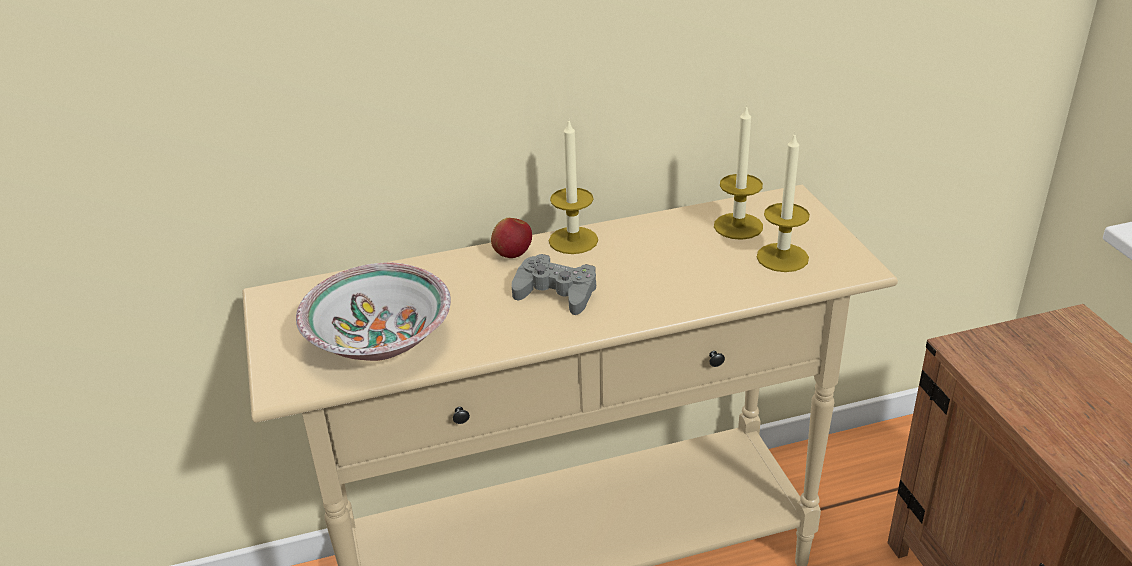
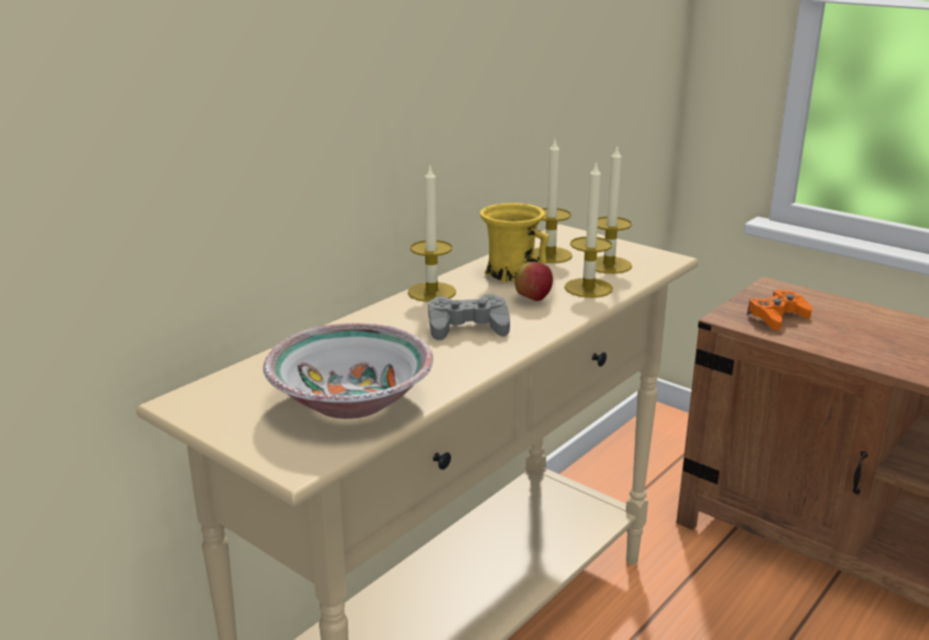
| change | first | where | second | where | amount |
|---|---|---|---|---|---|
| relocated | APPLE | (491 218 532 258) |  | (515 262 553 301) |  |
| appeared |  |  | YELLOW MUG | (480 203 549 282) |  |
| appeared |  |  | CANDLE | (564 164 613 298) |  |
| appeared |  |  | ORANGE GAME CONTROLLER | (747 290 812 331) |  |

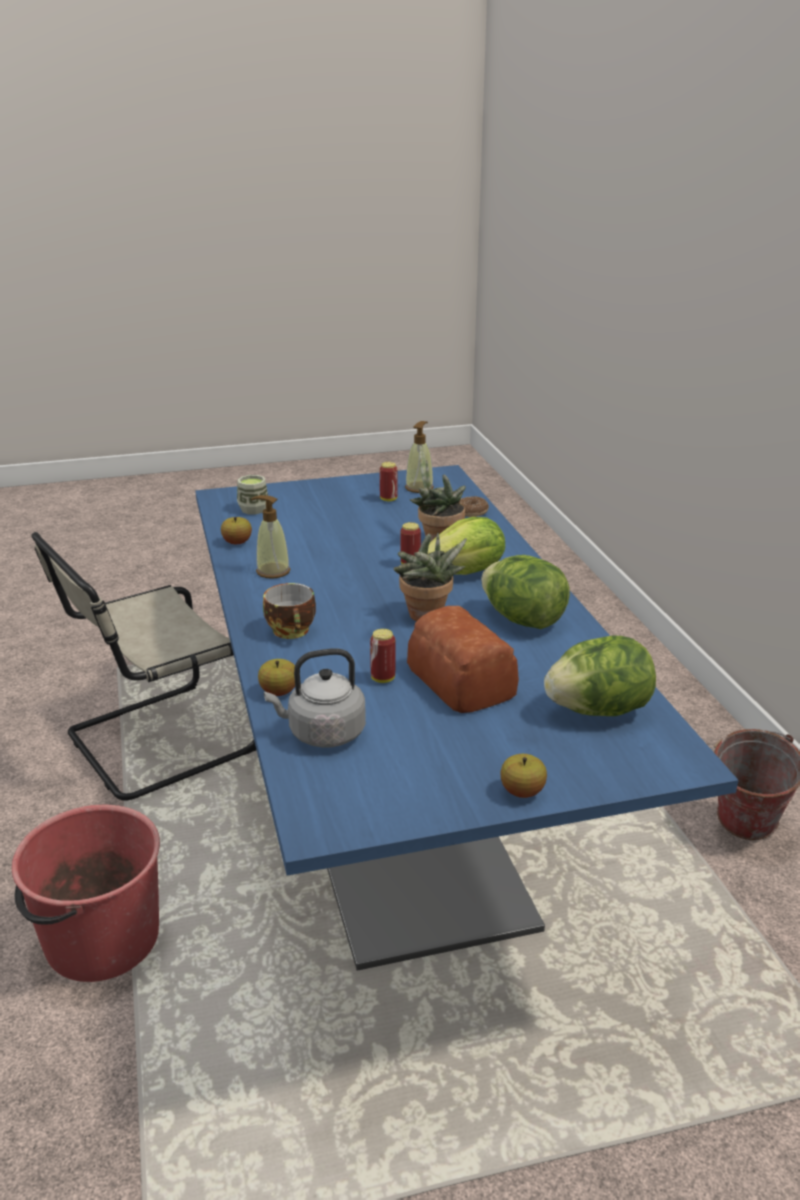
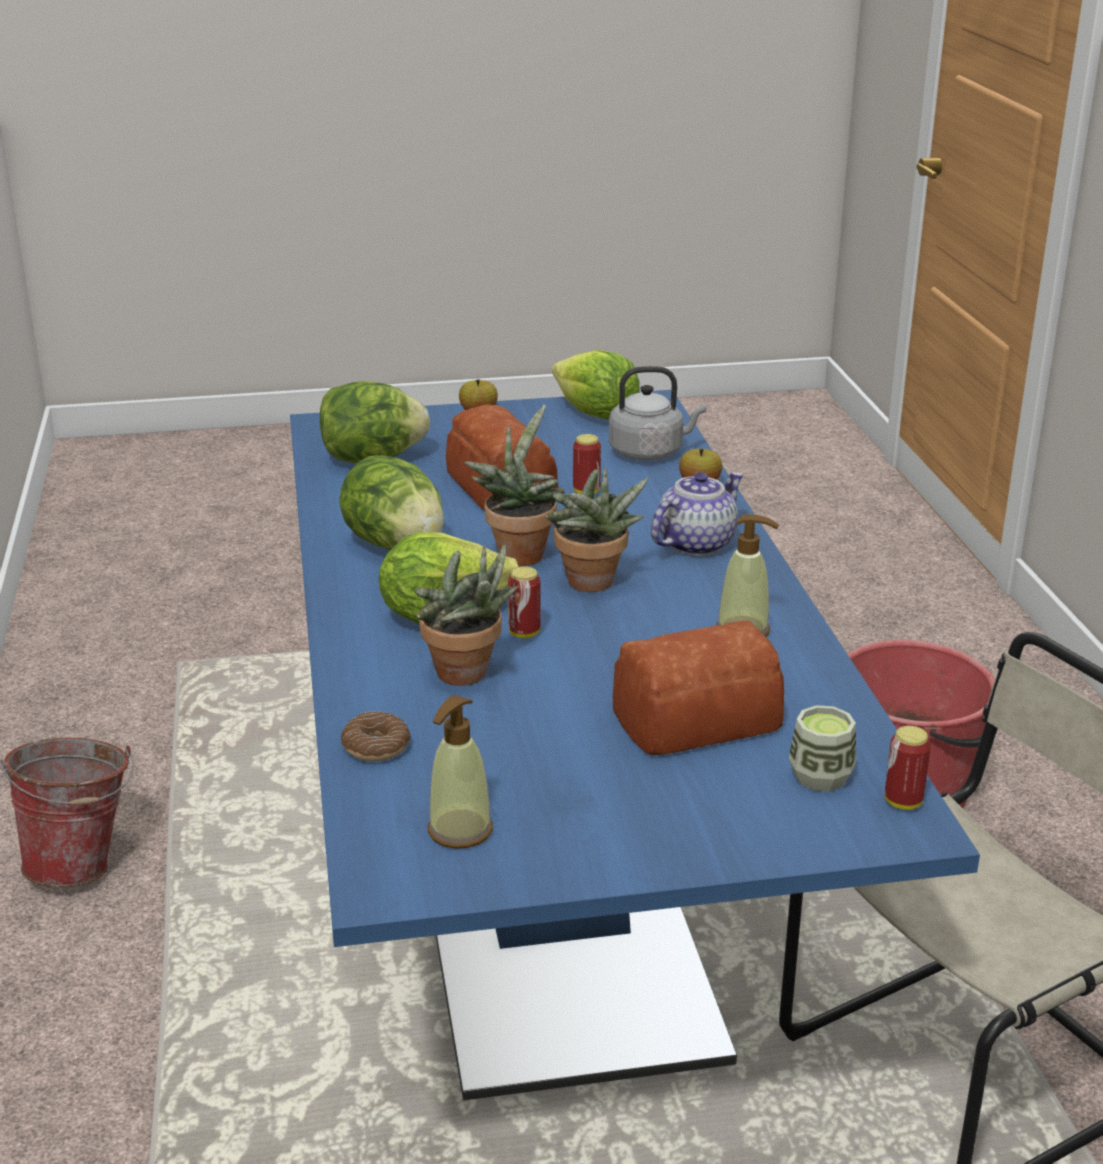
| change | first | where | second | where | amount |
|---|---|---|---|---|---|
| missing | APPLE | (221 517 252 544) |  |  |  |
| exchanged | CUP | (263 583 316 639) | TEAPOT | (651 472 744 556) |  |
| relocated | CAN | (380 462 398 502) |  | (885 726 931 810) |  |
| appeared |  |  | POTTED PLANT | (546 467 648 592) |  |
| appeared |  |  | LETTUCE | (552 350 640 419) |  |
| appeared |  |  | BREAD | (613 620 784 755) |  |

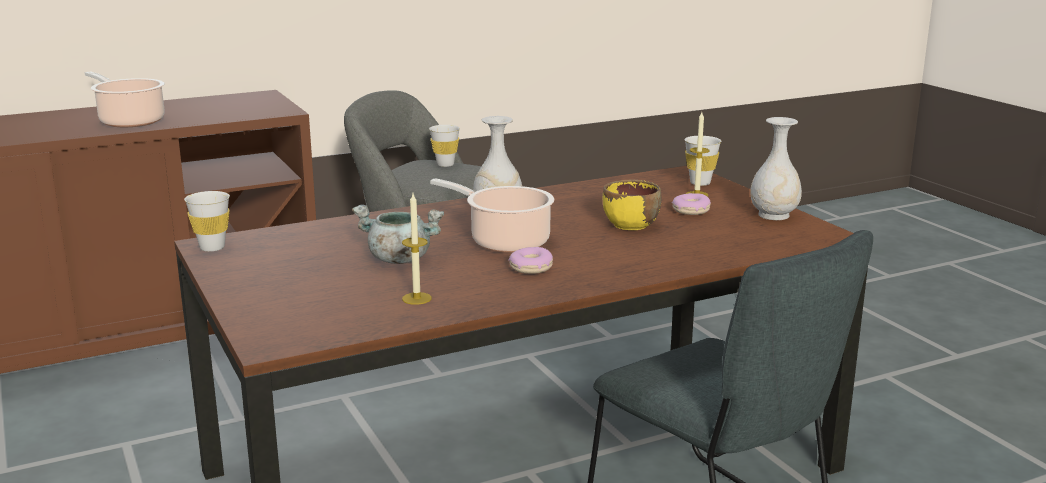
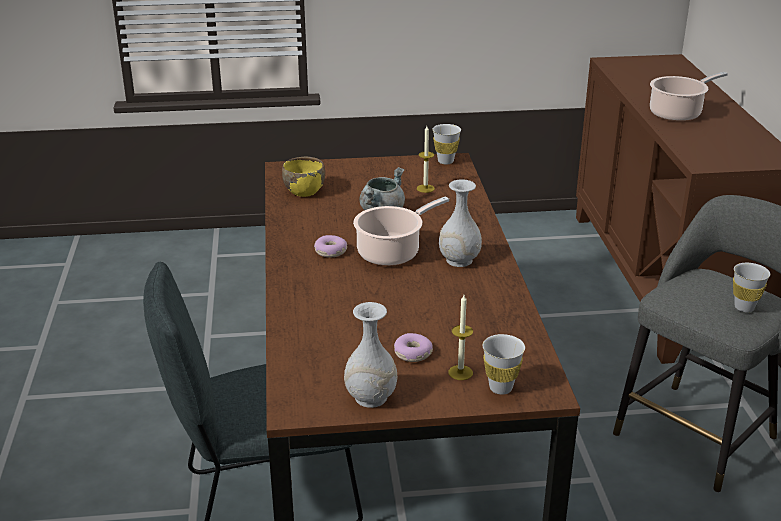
| change | first | where | second | where | amount |
|---|---|---|---|---|---|
| relocated | CANDLE | (402 194 432 305) |  | (417 126 435 193) |  |
| relocated | YELLOW BOWL | (603 179 661 230) |  | (282 156 325 197) |  |

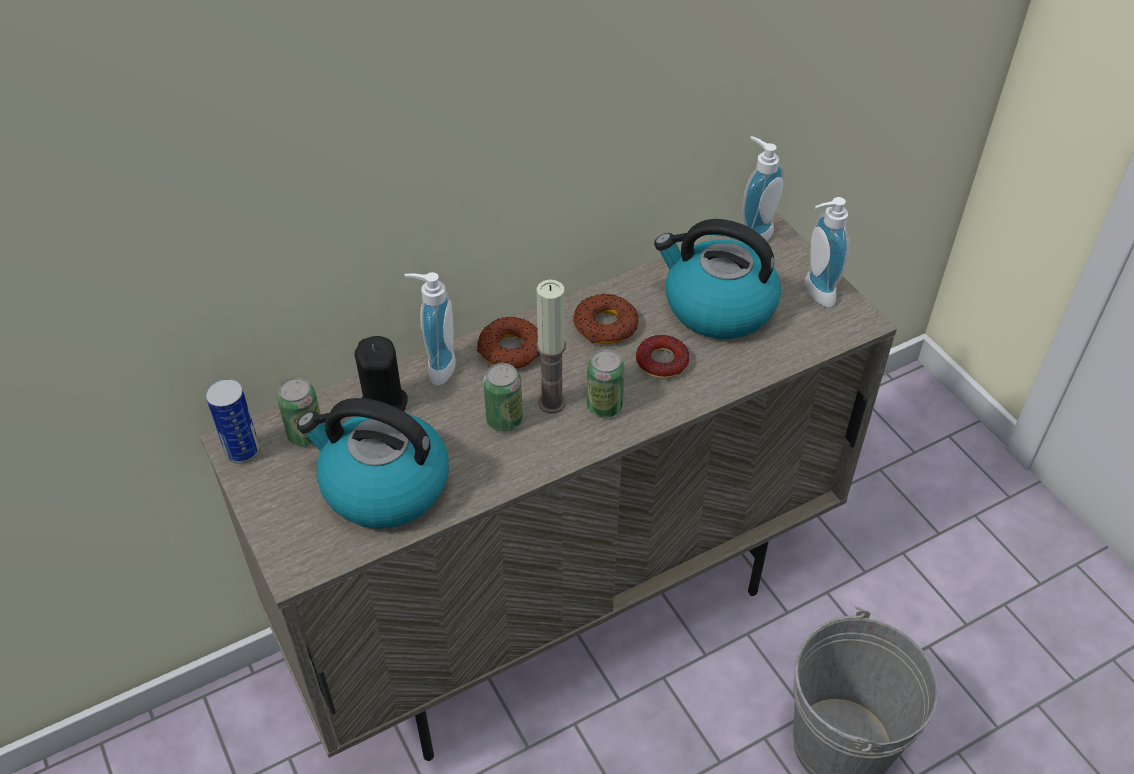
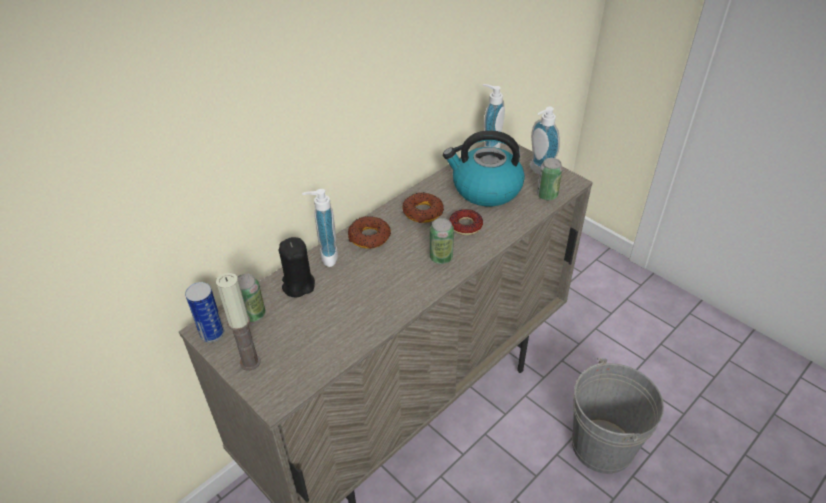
| change | first | where | second | where | amount |
|---|---|---|---|---|---|
| missing | KETTLE | (297 398 449 529) |  |  |  |
| relocated | CAN | (483 363 523 432) |  | (537 158 563 200) |  |
| relocated | CANDLE | (536 280 566 413) |  | (216 273 261 371) |  |

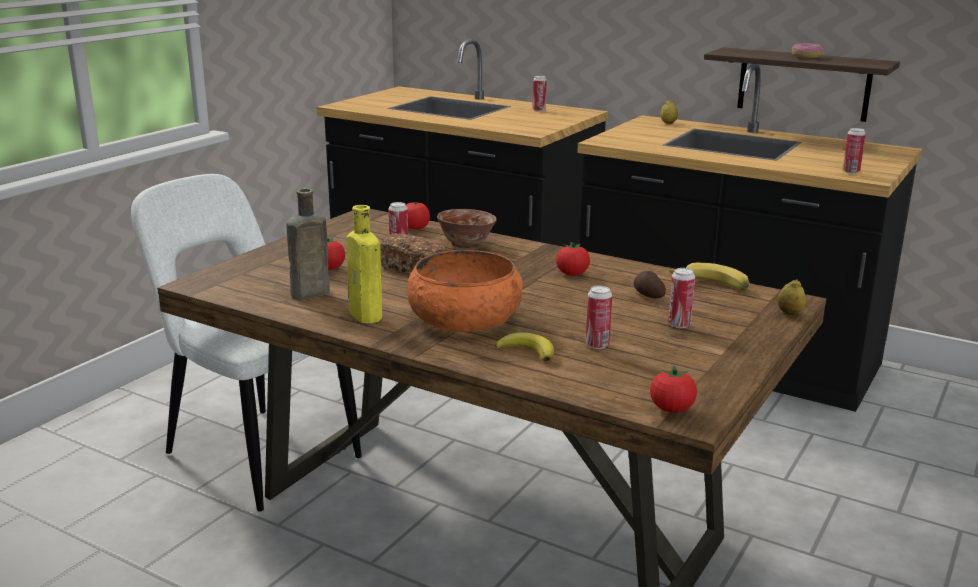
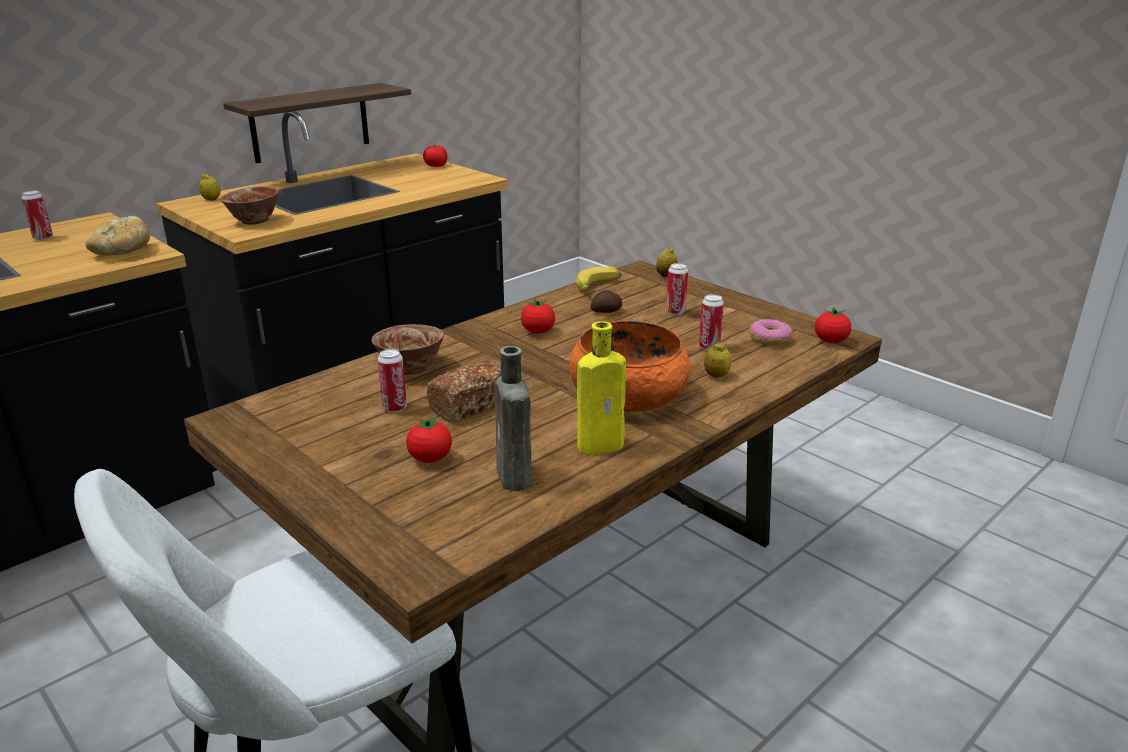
| change | first | where | second | where | amount |
|---|---|---|---|---|---|
| relocated | TOMATO | (406 202 430 229) |  | (423 145 447 167) |  |
| exchanged | BANANA | (495 333 554 362) | LEMON | (704 342 731 378) |  |
| relocated | DONUT | (791 43 824 59) |  | (749 319 793 346) |  |
| missing | CAN | (842 128 866 174) |  |  |  |
| appeared |  |  | BREAD | (85 216 150 256) |  |
| appeared |  |  | BOWL | (220 186 278 225) |  |

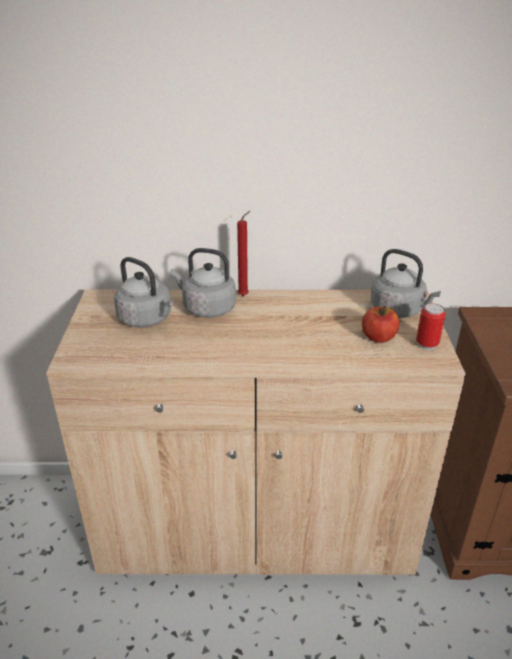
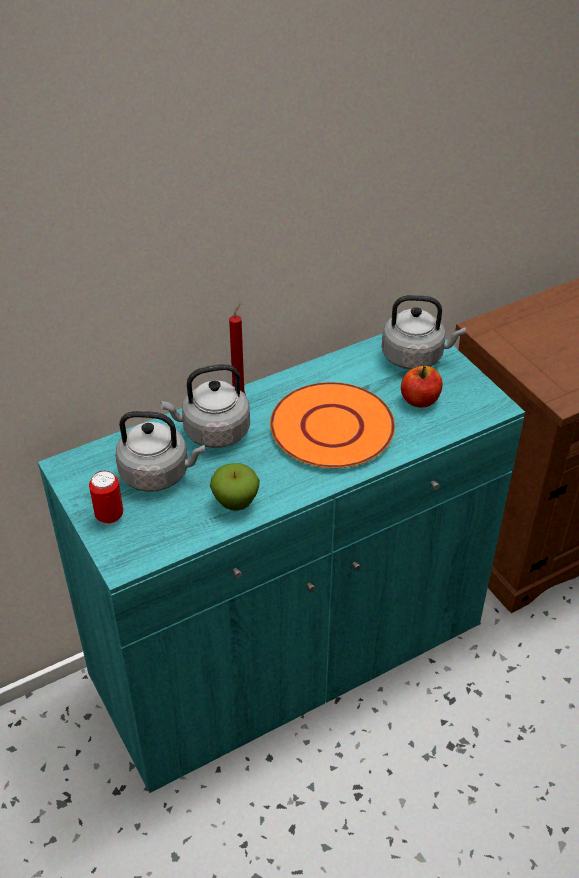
| change | first | where | second | where | amount |
|---|---|---|---|---|---|
| colour | BEIGE CABINET | (46 290 466 575) | TURQUOISE CABINET | (38 334 525 793) |  |
| relocated | CAN | (416 303 446 350) |  | (89 471 123 525) |  |
| appeared |  |  | APPLE | (210 463 260 511) |  |
| appeared |  |  | ORANGE PLATE | (270 382 395 468) |  |

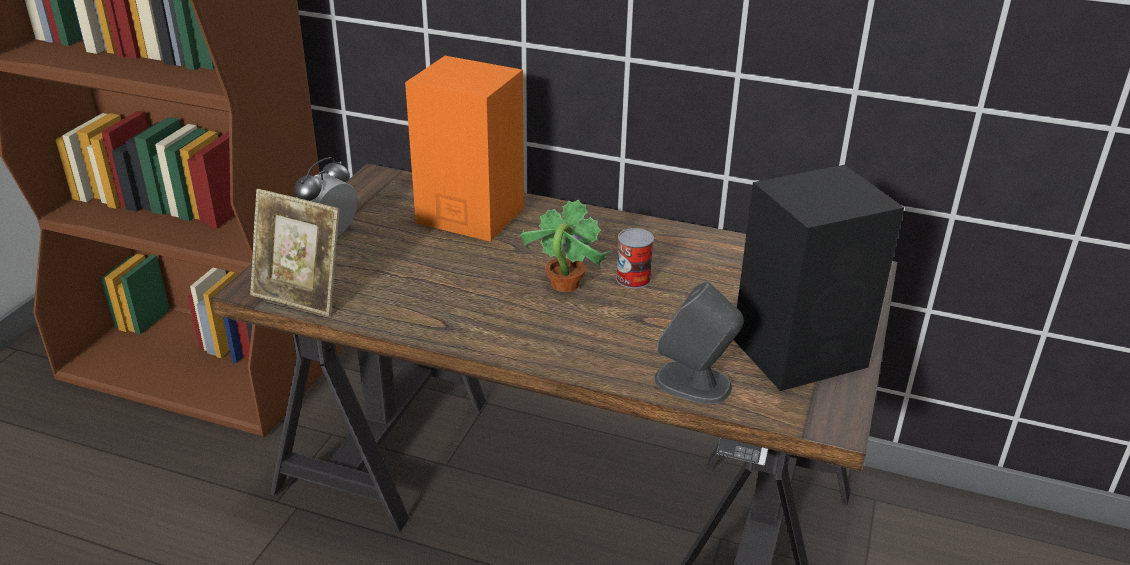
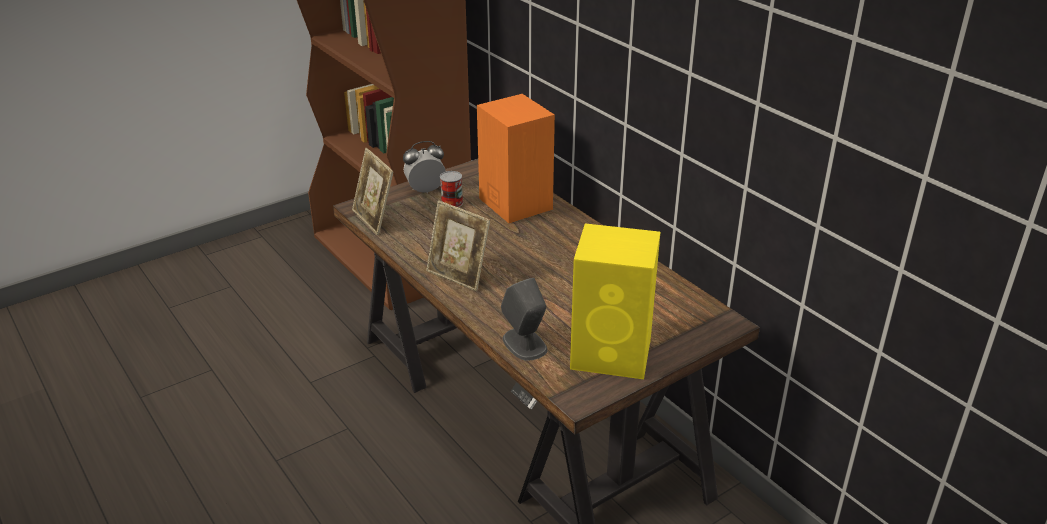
| change | first | where | second | where | amount |
|---|---|---|---|---|---|
| missing | POTTED PLANT | (520 199 612 292) |  |  |  |
| relocated | CAN | (616 228 654 288) |  | (440 171 463 207) |  |
| colour | BLACK SPEAKER | (733 165 904 391) | YELLOW SPEAKER | (570 223 660 379) |  |
| appeared |  |  | PICTURE FRAME | (426 200 490 291) |  |

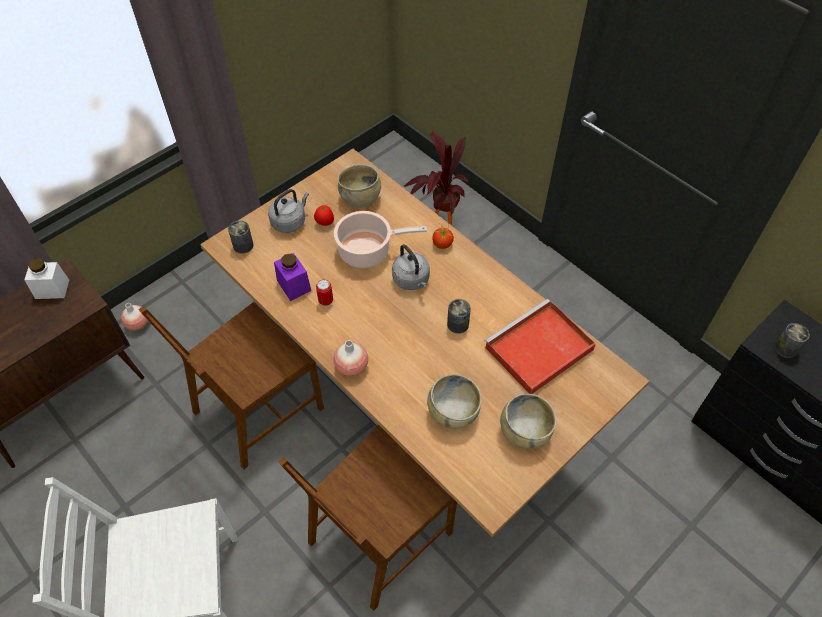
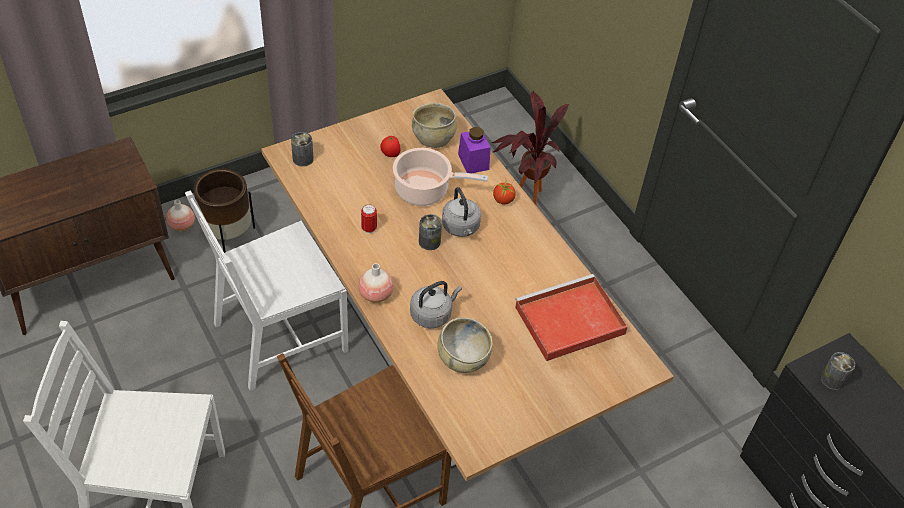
| change | first | where | second | where | amount |
|---|---|---|---|---|---|
| missing | WHITE JAR | (24 258 69 299) |  |  |  |
| colour | BROWN CHAIR | (138 302 324 469) | WHITE CHAIR | (185 190 349 391) |  |
| relocated | GREY KETTLE | (268 189 309 233) |  | (410 281 462 328) |  |
| relocated | PURPLE JAR | (274 253 311 301) |  | (458 127 491 173) |  |
| relocated | CAN | (447 299 471 334) |  | (419 214 442 250) |  |
| missing | BEIGE BOWL | (500 394 557 449) |  |  |  |
| appeared |  |  | BROWN PLANTER | (193 169 255 253) |  |

